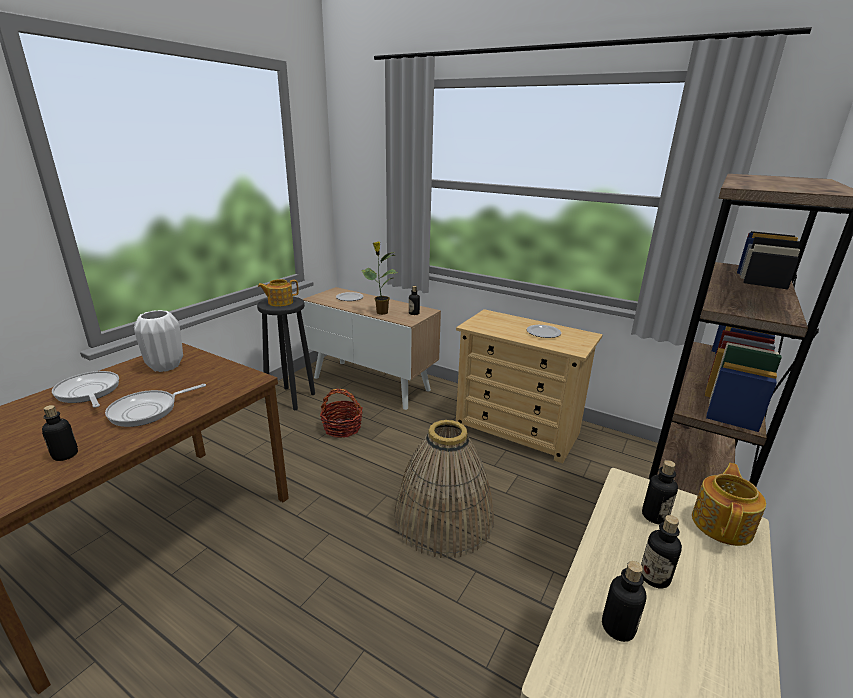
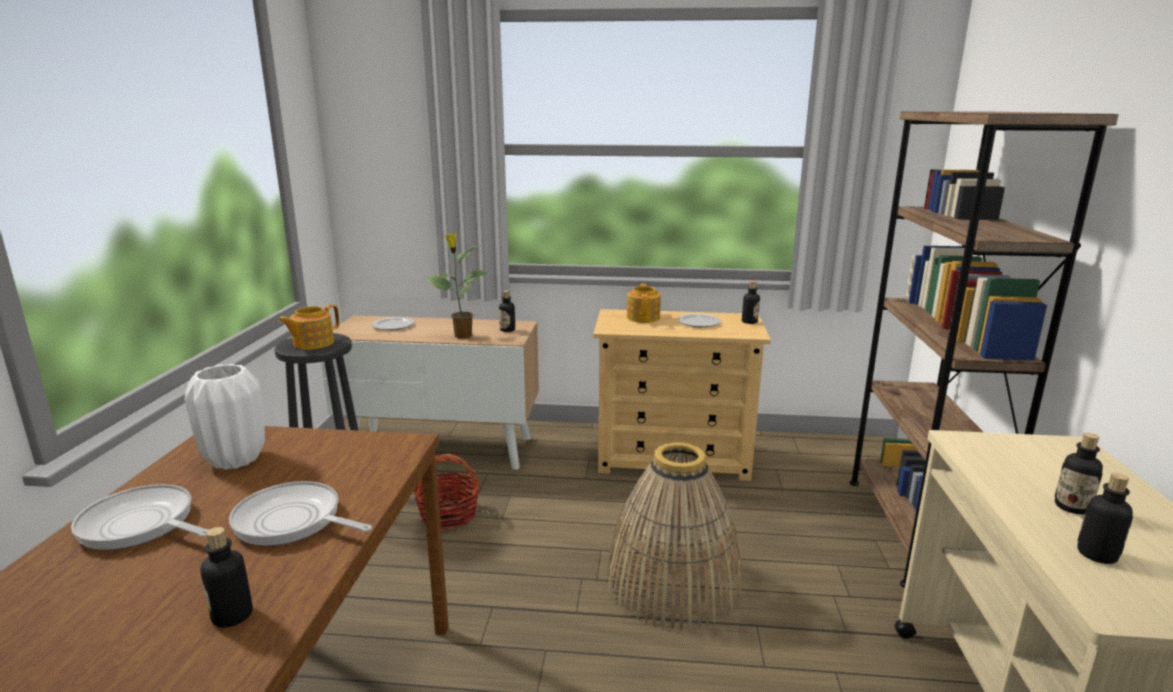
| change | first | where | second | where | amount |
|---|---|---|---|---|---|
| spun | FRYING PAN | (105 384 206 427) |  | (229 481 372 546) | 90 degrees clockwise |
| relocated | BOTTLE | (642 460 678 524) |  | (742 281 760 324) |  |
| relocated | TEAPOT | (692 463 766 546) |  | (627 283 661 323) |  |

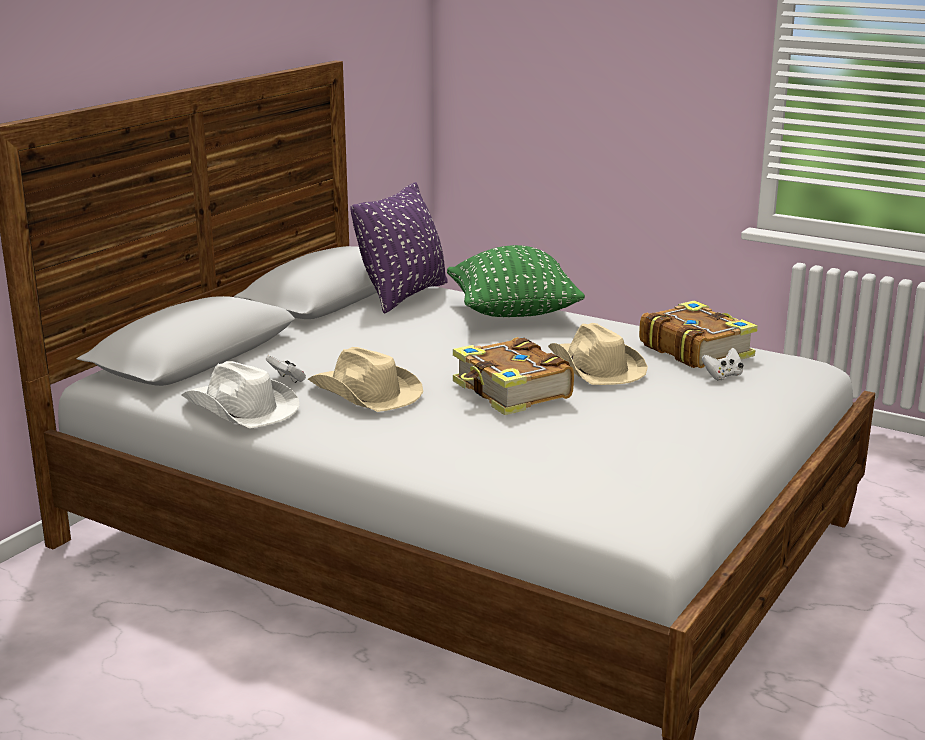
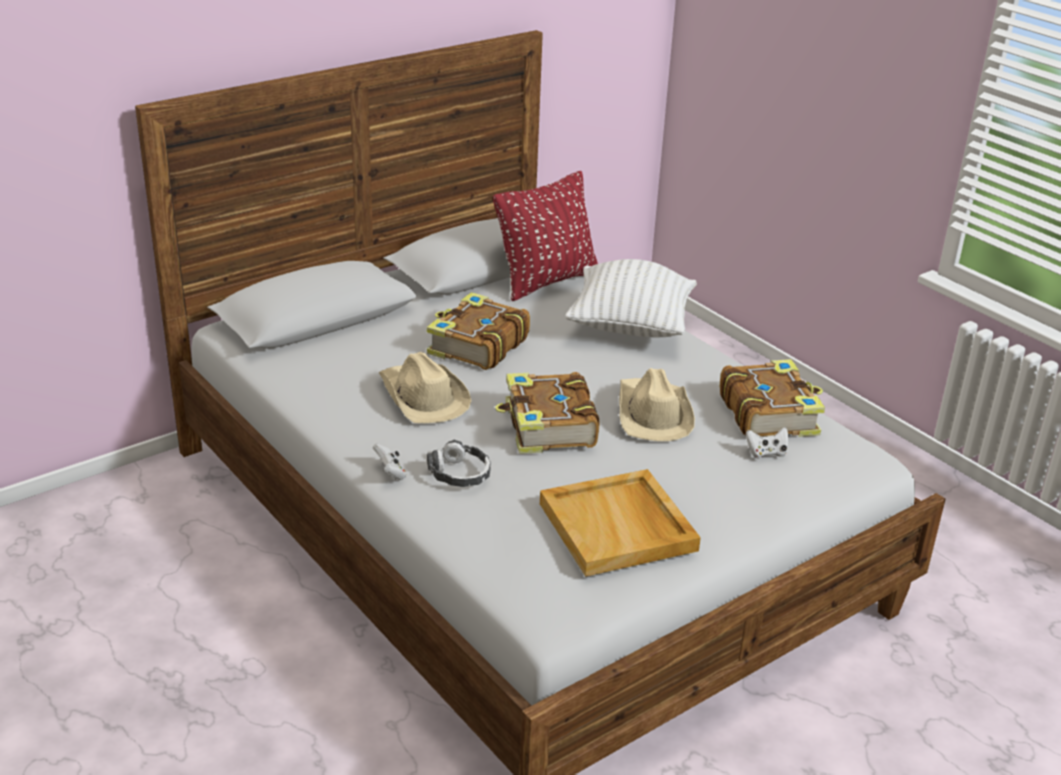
| change | first | where | second | where | amount |
|---|---|---|---|---|---|
| missing | WHITE HAT | (181 361 300 428) |  |  |  |
| relocated | WHITE GAME CONTROLLER | (266 355 306 383) |  | (373 444 406 480) |  |
| colour | PURPLE PILLOW | (351 182 448 314) | RED PILLOW | (493 171 598 301) |  |
| colour | GREEN PILLOW | (447 245 585 317) | WHITE PILLOW | (565 259 697 337) |  |
| appeared |  |  | BOOK | (427 292 530 370) |  |
| appeared |  |  | HEADPHONES | (427 440 491 487) |  |
| appeared |  |  | BEIGE TRAY | (540 469 701 577) |  |

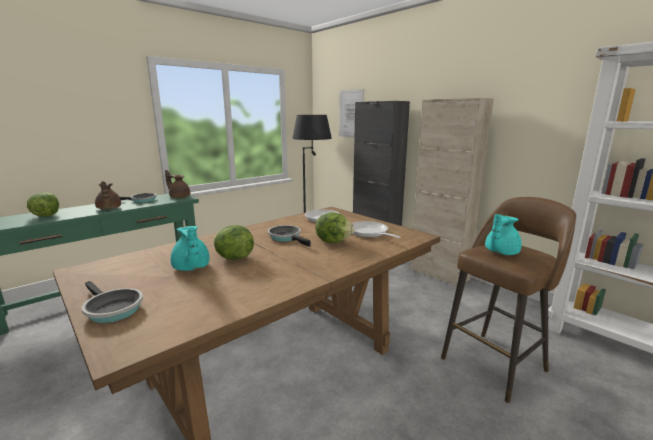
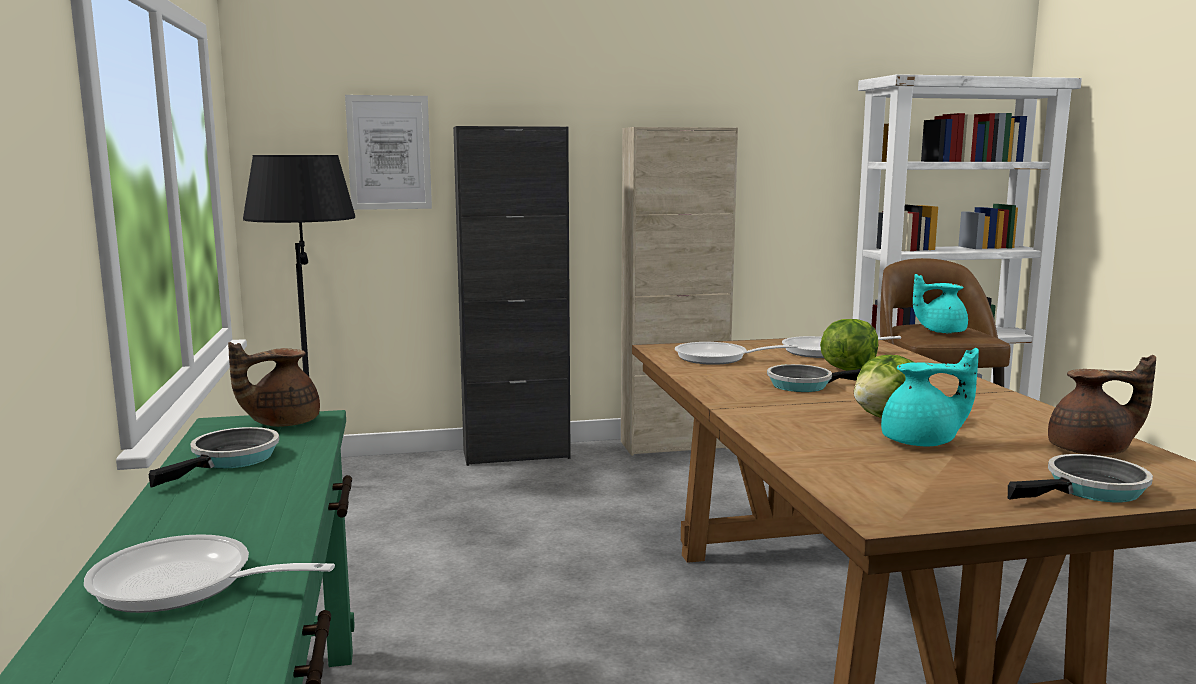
| change | first | where | second | where | amount |
|---|---|---|---|---|---|
| exchanged | LETTUCE | (27 193 59 217) | FRYING PAN | (84 534 335 613) |  |
| relocated | BROWN TEAPOT | (95 181 121 210) |  | (1048 355 1156 456) |  |
| spun | TURQUOISE TEAPOT | (485 214 522 255) |  | (913 274 968 333) | 105 degrees clockwise |

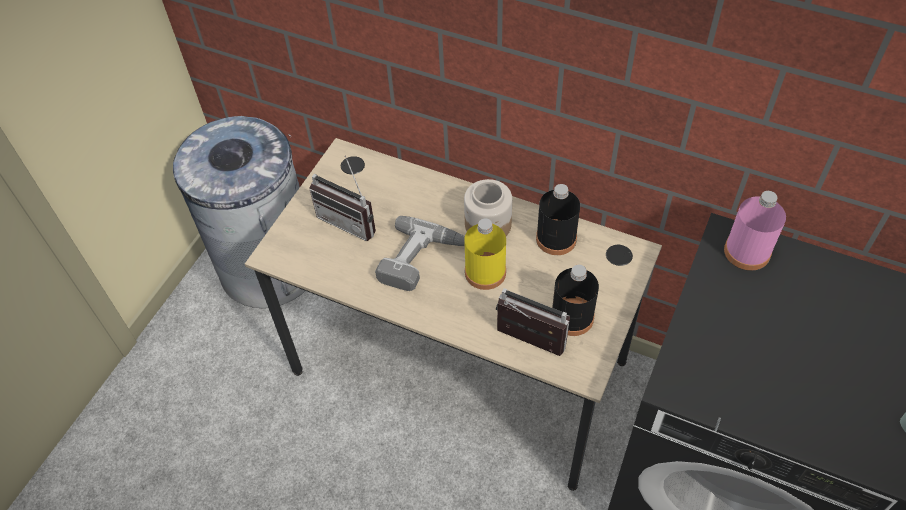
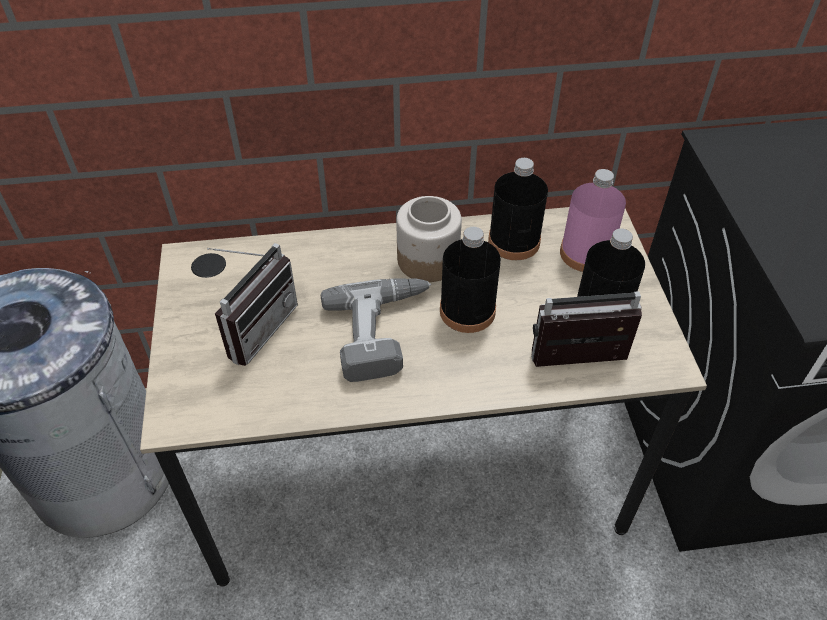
| change | first | where | second | where | amount |
|---|---|---|---|---|---|
| spun | RADIO | (309 155 376 241) |  | (207 243 298 366) | 60 degrees counterclockwise |
| colour | YELLOW BOTTLE | (464 218 506 290) | BLACK BOTTLE | (440 227 501 333) |  |
| relocated | PINK BOTTLE | (724 191 786 271) |  | (560 169 626 272) |  |

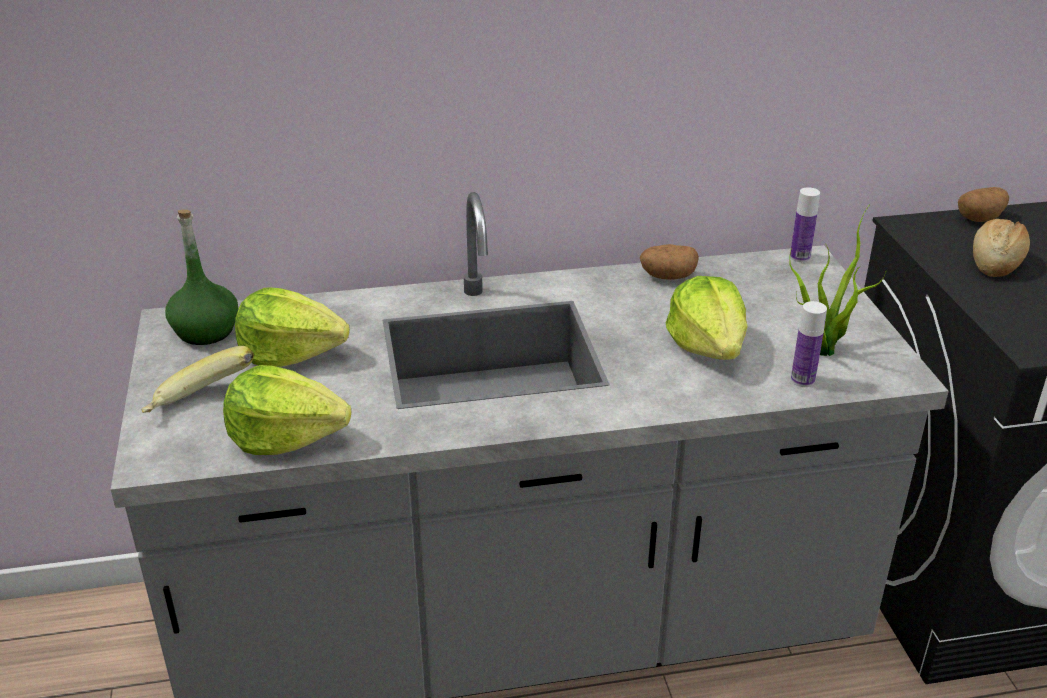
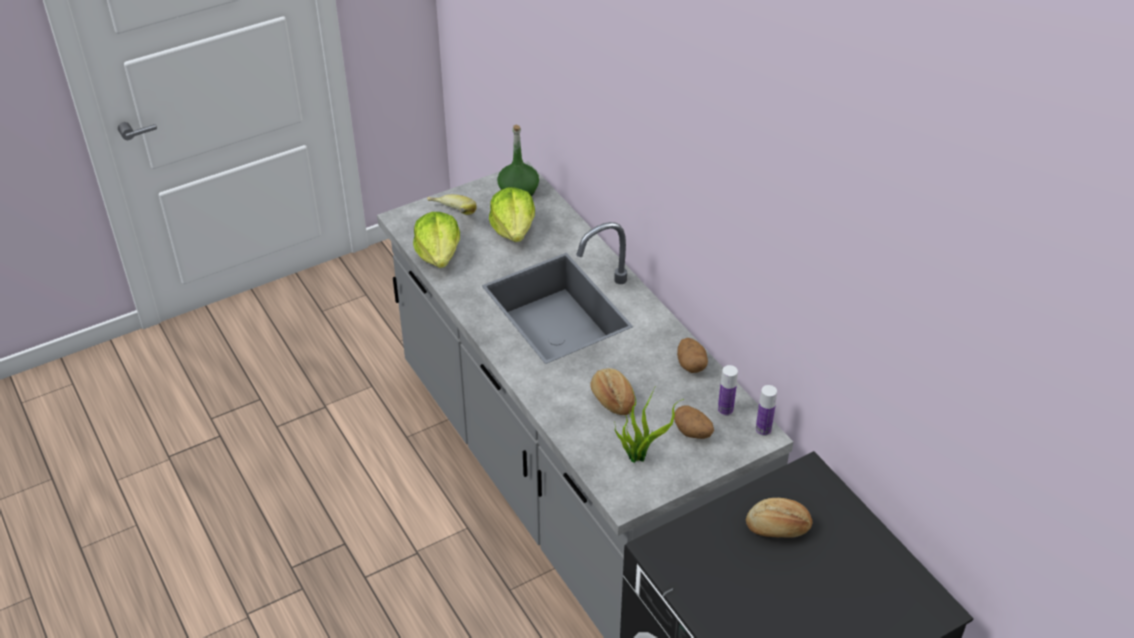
| change | first | where | second | where | amount |
|---|---|---|---|---|---|
| exchanged | LETTUCE | (665 276 748 360) | BREAD | (590 368 635 415) |  |
| relocated | BOTTLE | (791 301 827 387) |  | (718 365 738 416) |  |
| relocated | POTATO | (958 187 1009 222) |  | (674 405 714 439) |  |

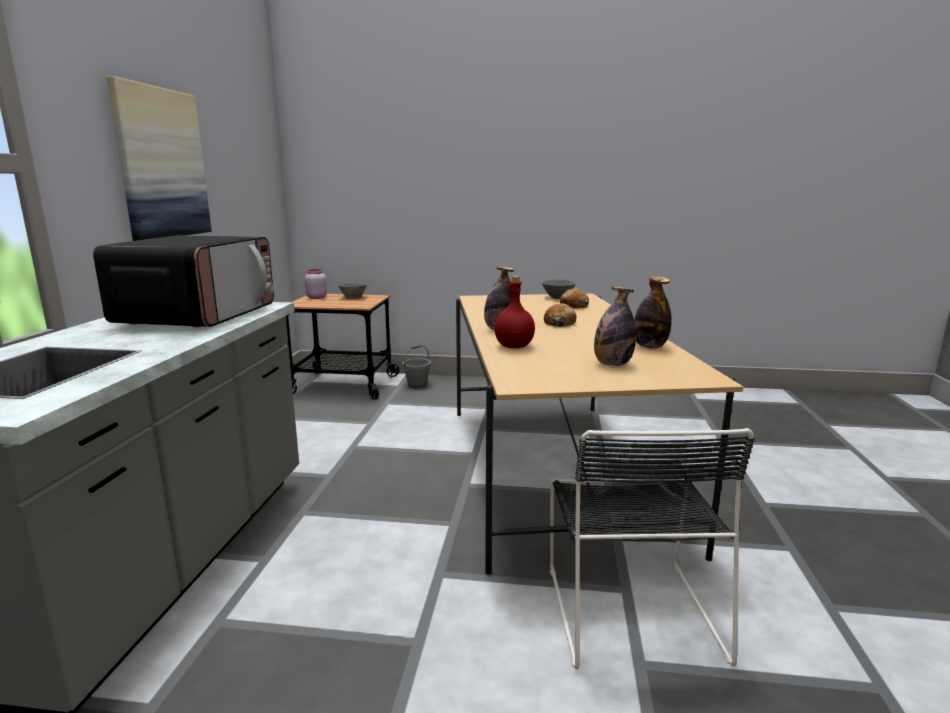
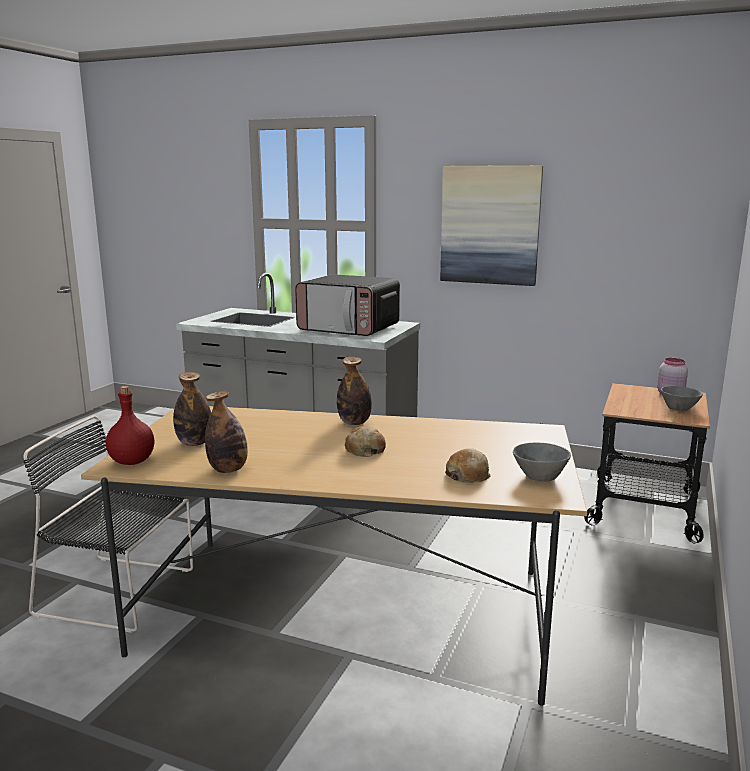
| change | first | where | second | where | amount |
|---|---|---|---|---|---|
| missing | GREY BUCKET | (403 345 431 388) |  |  |  |
| relocated | RED BOTTLE | (494 276 535 348) |  | (106 386 154 465) |  |

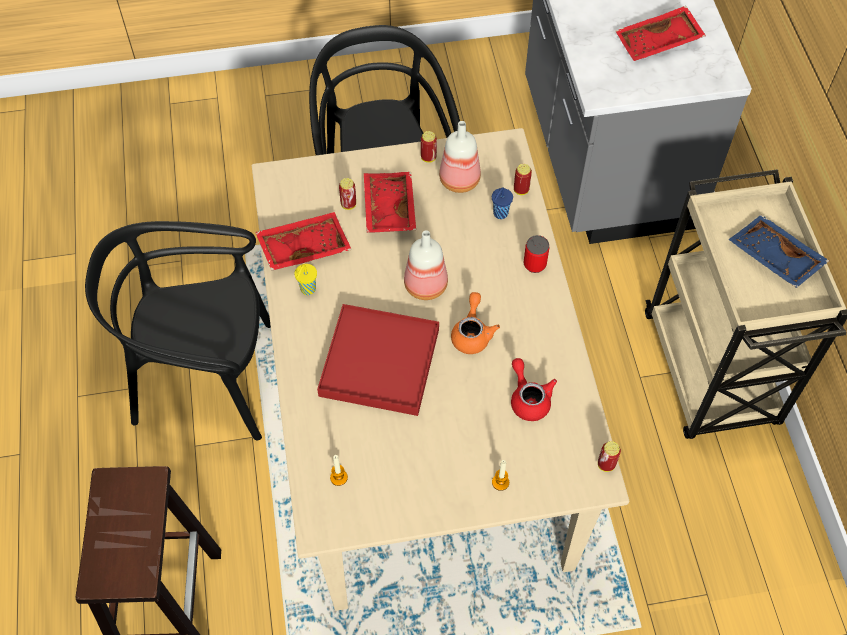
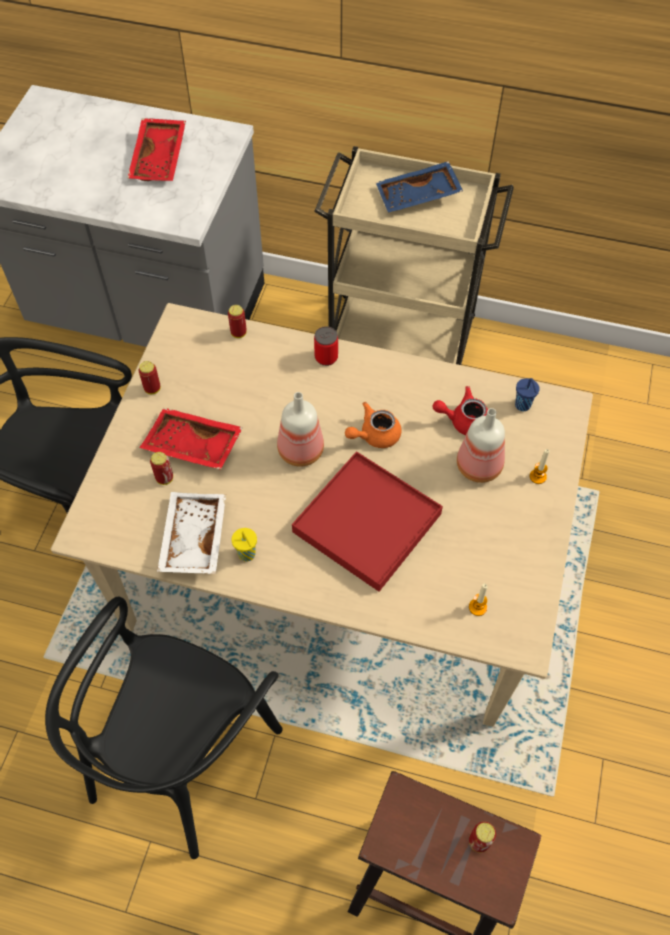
| change | first | where | second | where | amount |
|---|---|---|---|---|---|
| colour | RED TRAY | (255 212 352 271) | WHITE TRAY | (157 492 226 574) |  |
| relocated | BOTTLE | (439 121 481 193) |  | (457 408 505 483) |  |
| spun | ORANGE TEAPOT | (451 292 500 354) |  | (345 402 401 448) | 60 degrees counterclockwise |
| relocated | BLUE CUP | (492 187 513 219) |  | (515 378 540 411) |  |
| relocated | CAN | (598 441 621 472) |  | (469 821 496 853) |  |

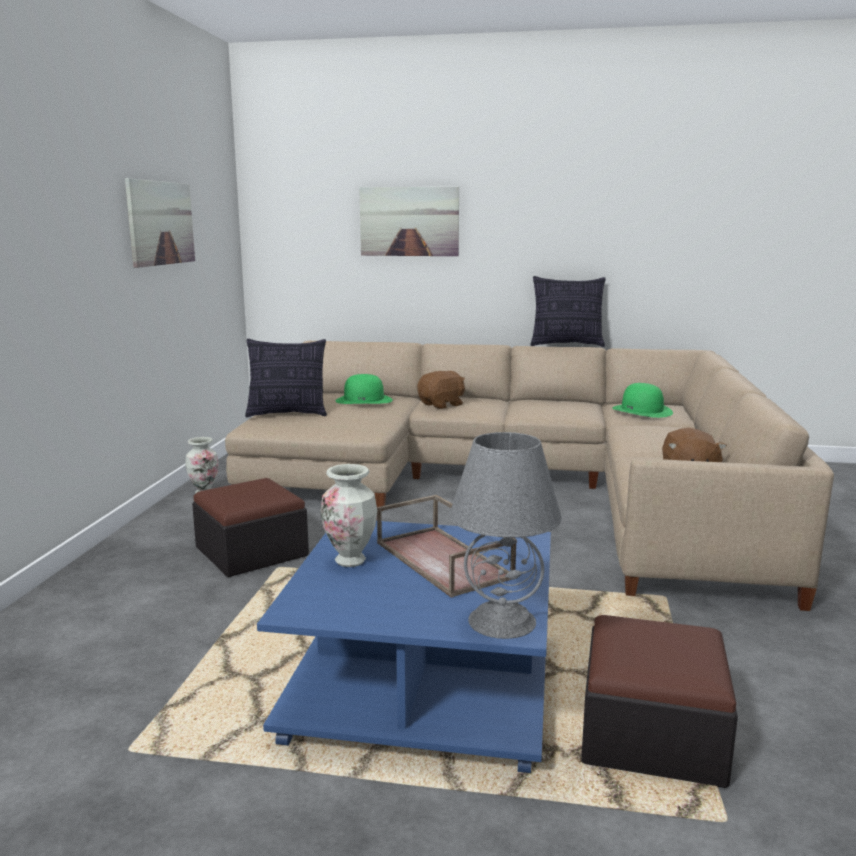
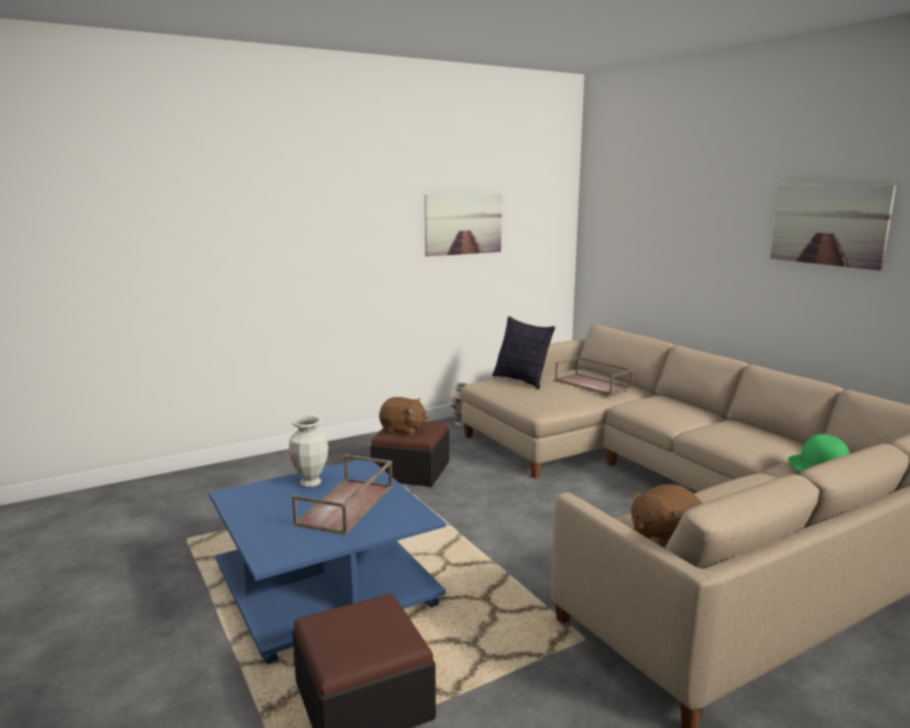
| change | first | where | second | where | amount |
|---|---|---|---|---|---|
| exchanged | GREEN HAT | (335 374 393 404) | BROWN TRAY | (555 357 633 396) |  |
| relocated | PICTURE | (359 187 459 256) |  | (770 184 896 271) |  |
| relocated | BROWN PLUSH TOY | (417 371 465 409) |  | (379 397 428 435) |  |
| missing | GREY TABLE LAMP | (449 432 562 639) |  |  |  |
| missing | PILLOW | (531 276 606 347) |  |  |  |

